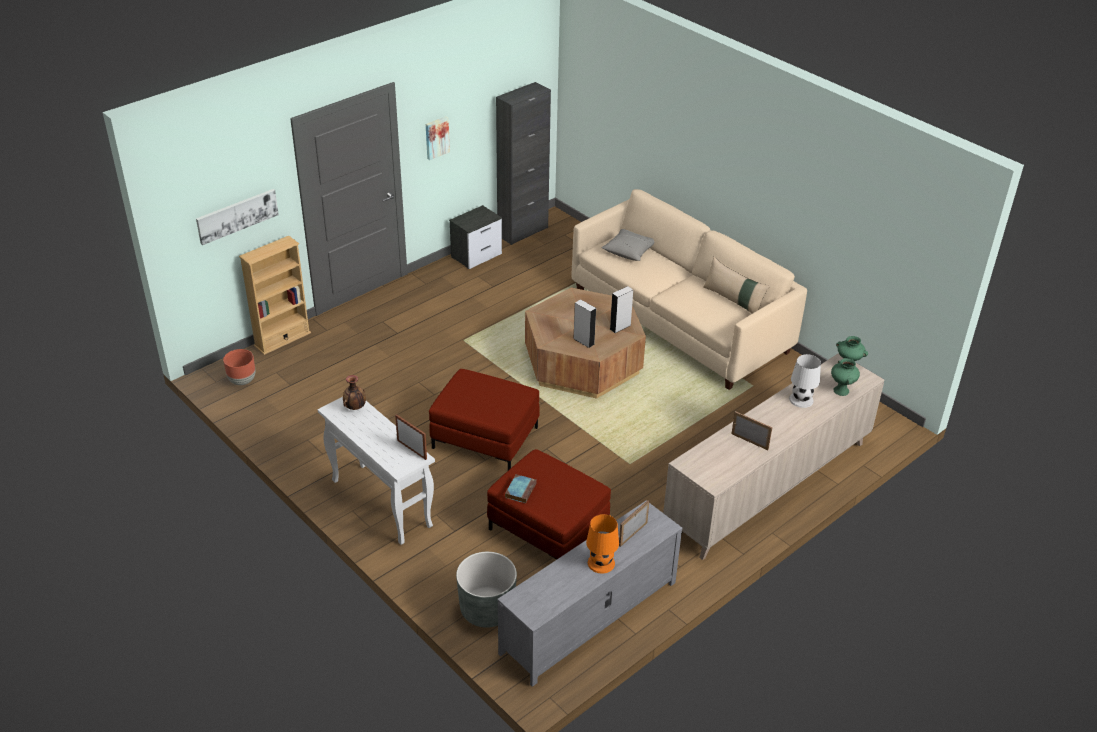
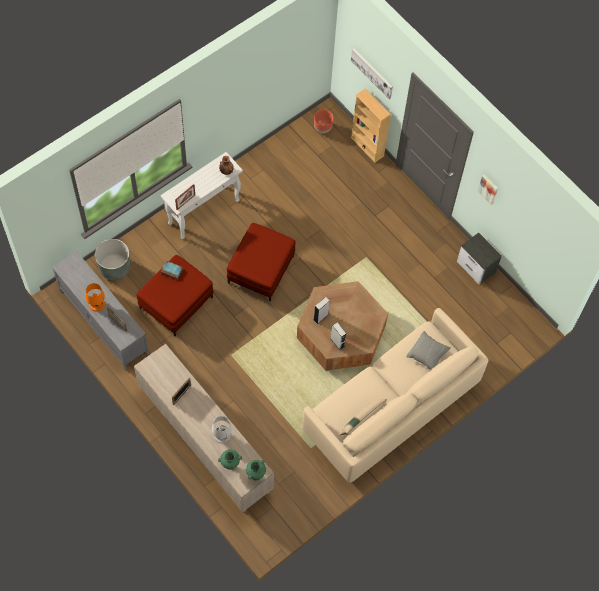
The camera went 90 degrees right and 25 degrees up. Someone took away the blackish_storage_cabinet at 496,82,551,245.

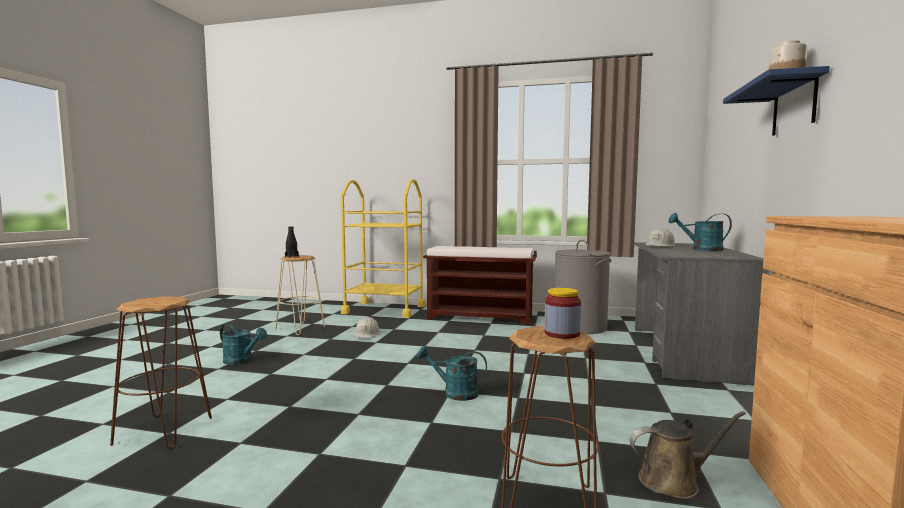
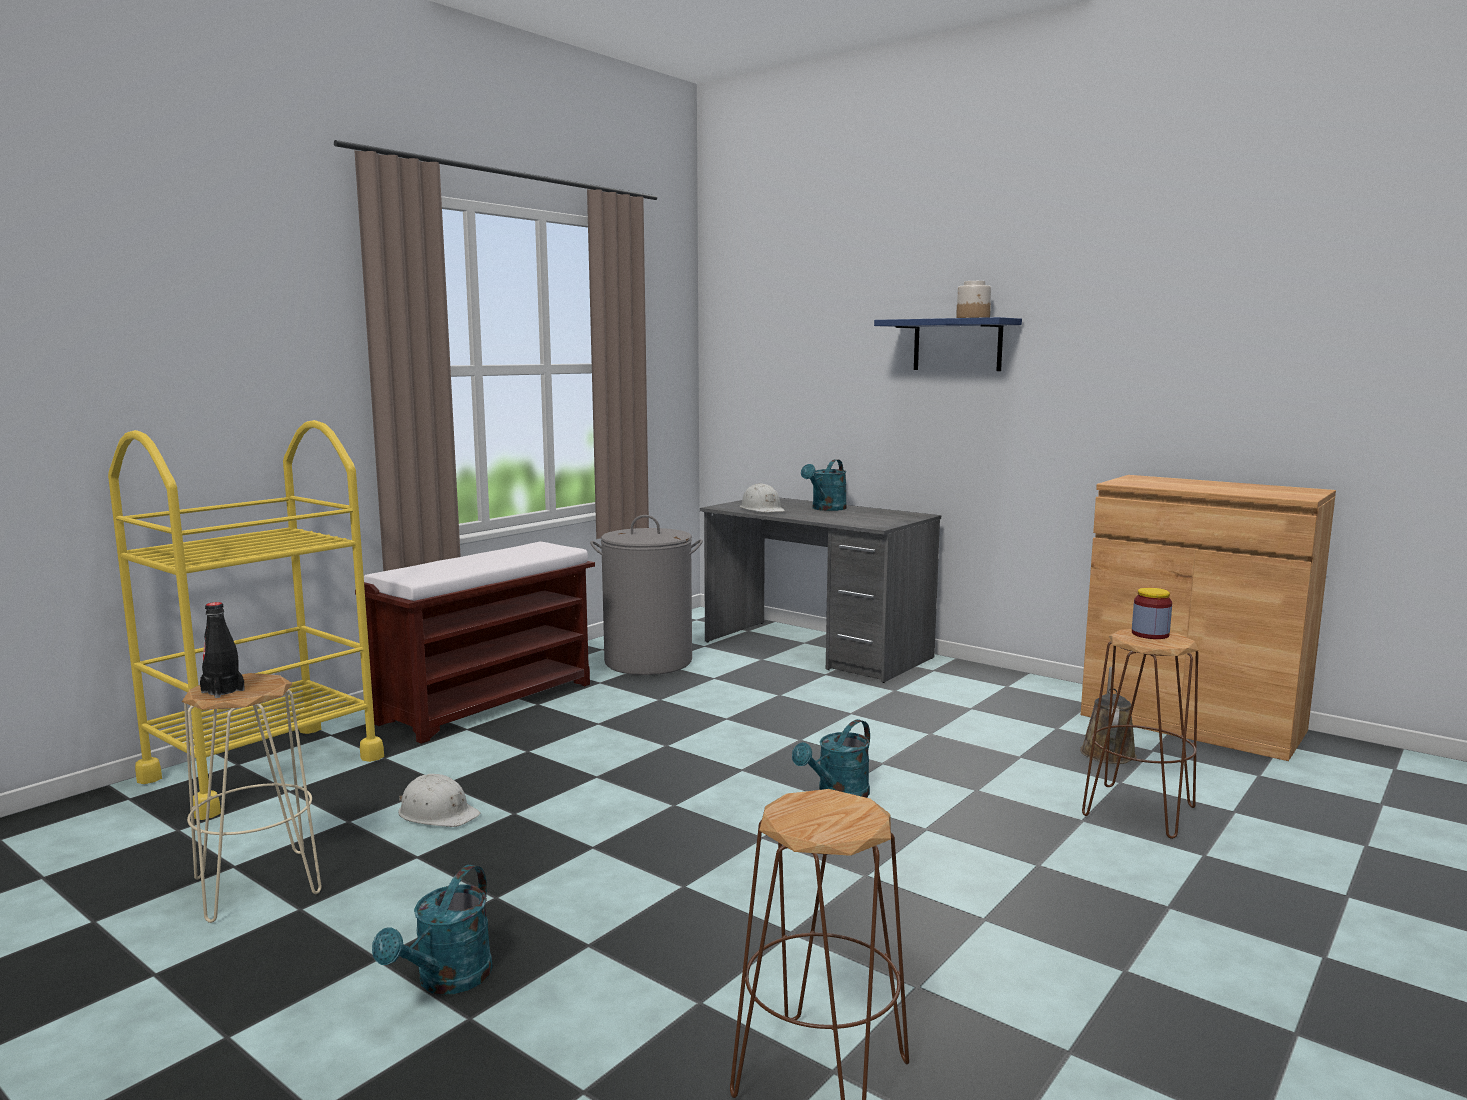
The camera went 65 degrees left and 5 degrees up. Someone rotated the turquoise-coloured_watering_pot at 220,323,267,365 by 150 degrees clockwise.

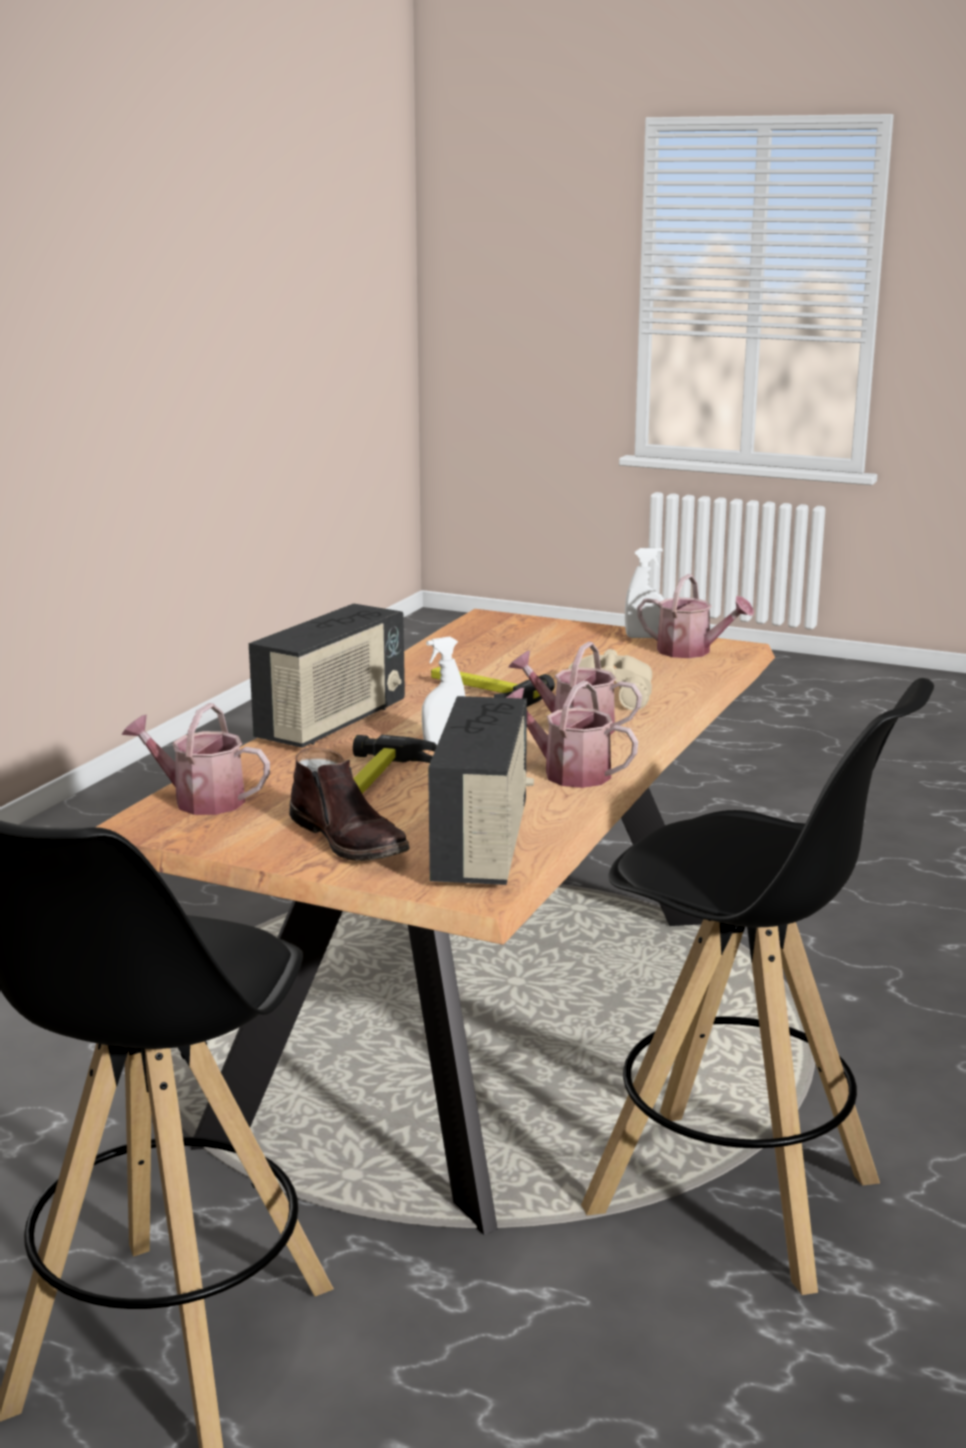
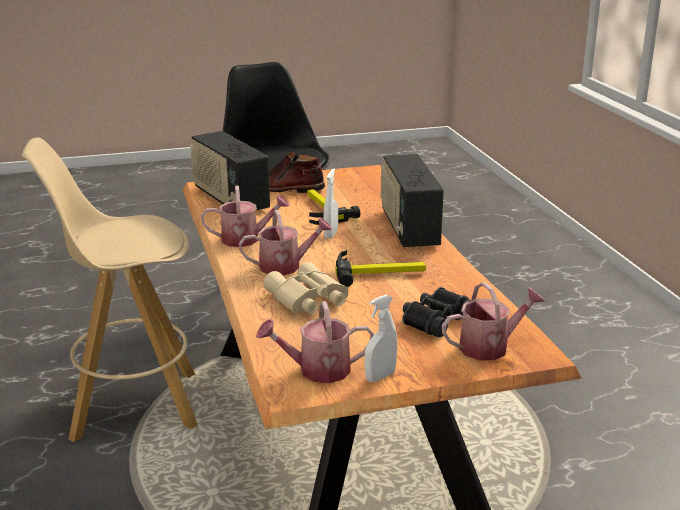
The camera went 140 degrees right and 5 degrees up. Someone repainted the blackish_stool at 581,678,934,1295, which became the sand-coloured_stool at 22,138,198,442. Someone put down the blackish_binoculars at 402,287,471,337. Someone carried the watering_pot from 122,703,270,815 to 442,282,545,361.

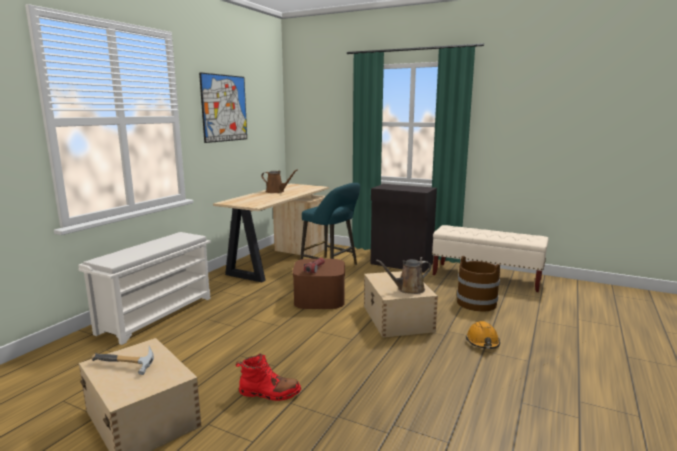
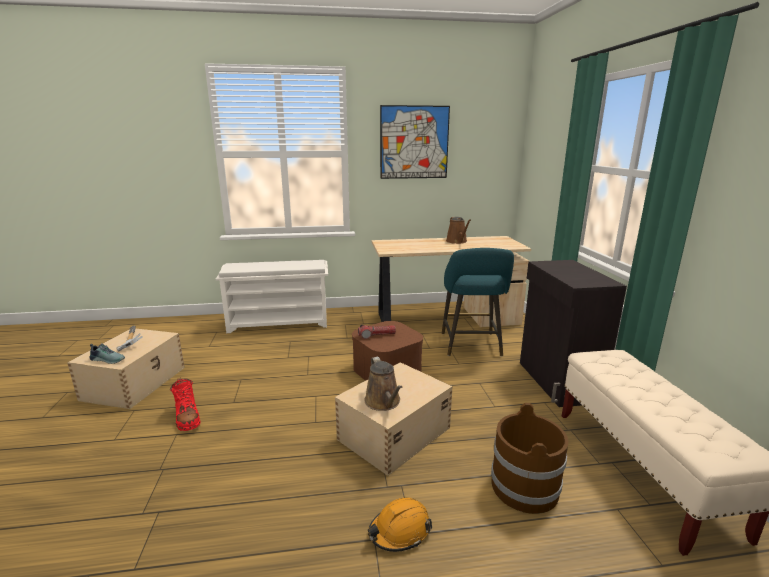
The camera went 55 degrees right and 5 degrees up. Someone put down the low_shoe at 89,343,125,364. Someone rotated the brown_watering_pot at 376,259,432,294 by 150 degrees counterclockwise.

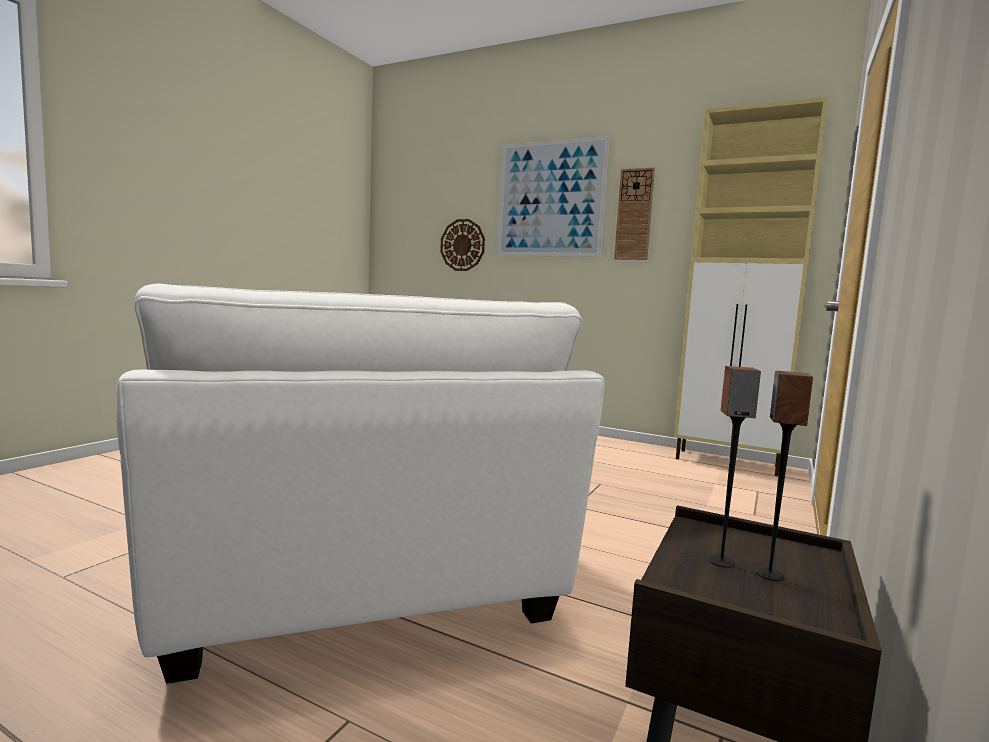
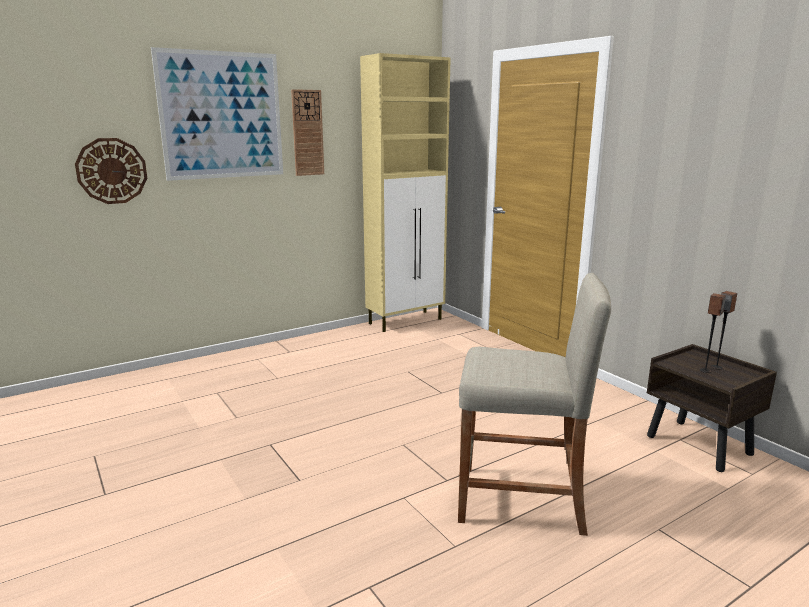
The camera went 60 degrees left and 10 degrees up. Someone swapped the white_lounge_chair at 116,283,604,684 for the sand-coloured_stool at 458,273,611,536.

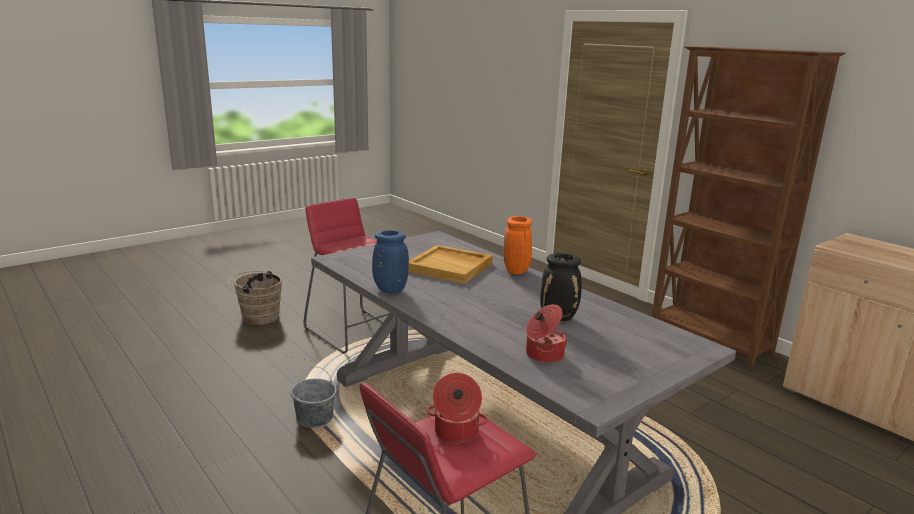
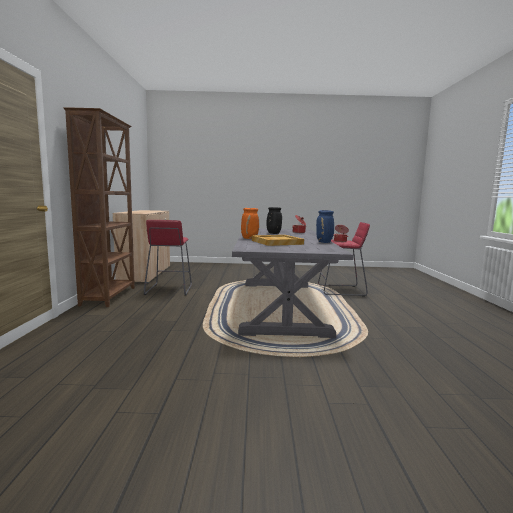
The camera went 140 degrees left and 10 degrees down. Someone carried the reddish_stool from 304,198,390,354 to 144,220,192,296. Someone took away the brown_pail at 229,271,282,325. Someone took away the greyish_pail at 290,367,337,428.

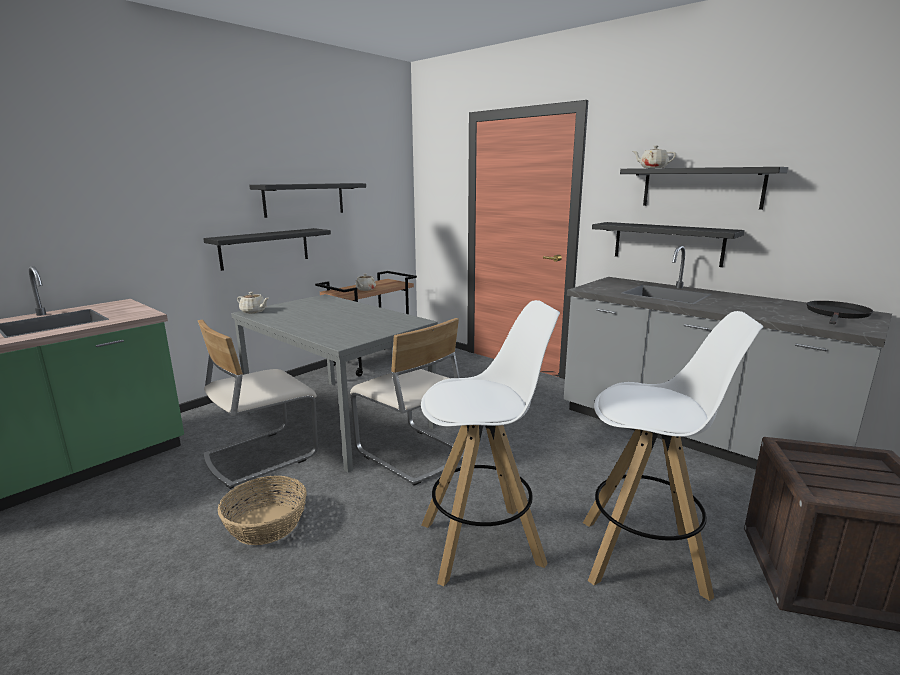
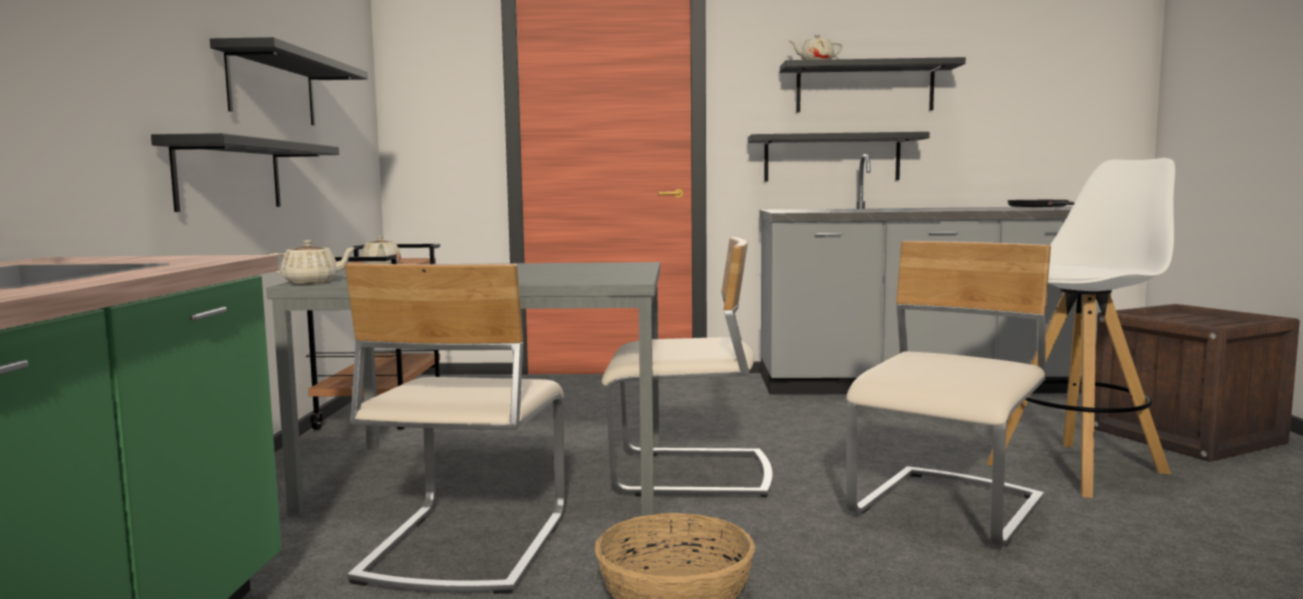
The camera went 40 degrees left and 10 degrees down. Someone swapped the white_stool at 421,300,560,586 for the sand-coloured_chair at 846,241,1051,546.

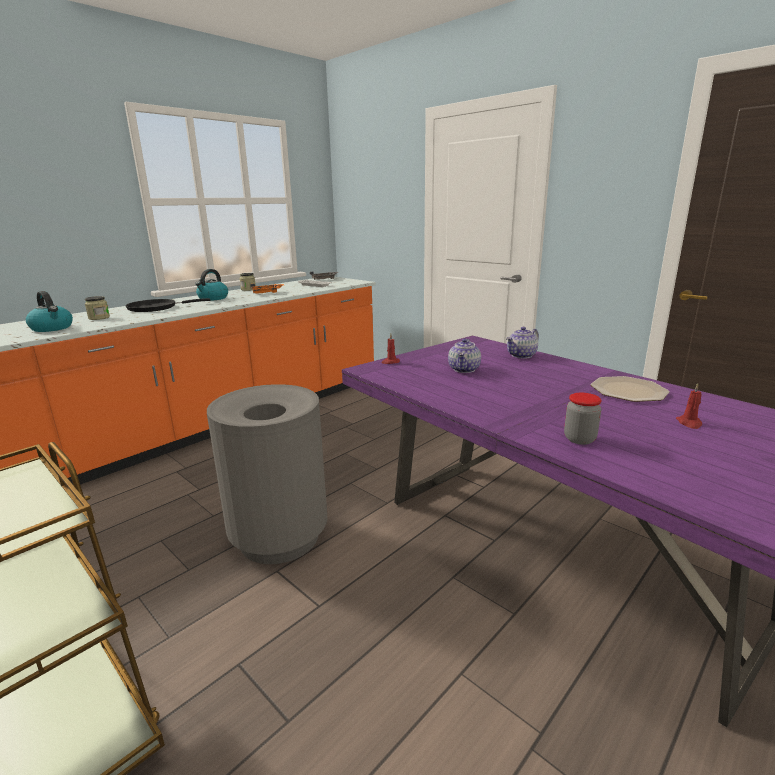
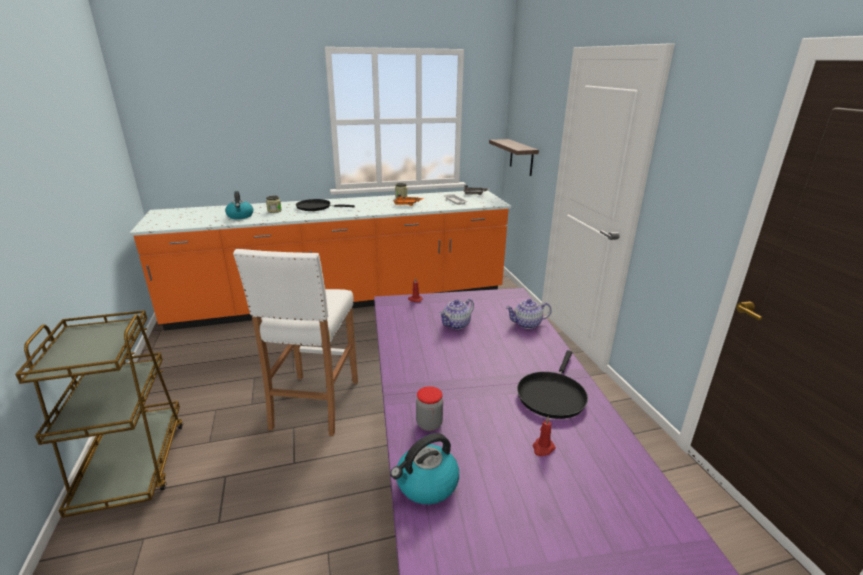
The camera went 30 degrees right and 5 degrees up. Someone swapped the greyish_rubbish_bin at 207,384,327,564 for the white_stool at 233,249,358,436. Someone carried the water_kettle from 195,269,228,301 to 390,433,459,505. Someone put up the bracket_shelf at 489,139,539,176. Someone swapped the dinner_plate at 590,376,669,402 for the blackish_skillet at 517,350,588,419.

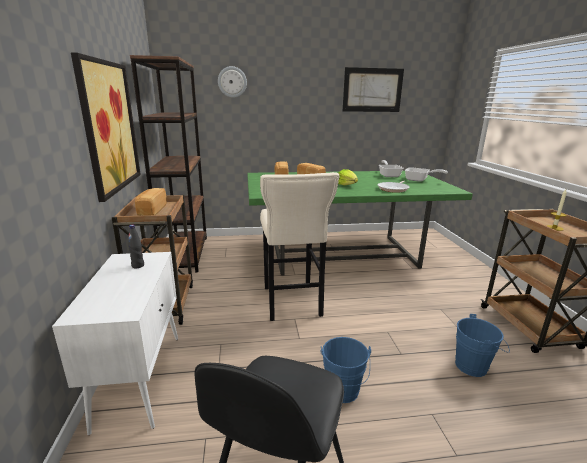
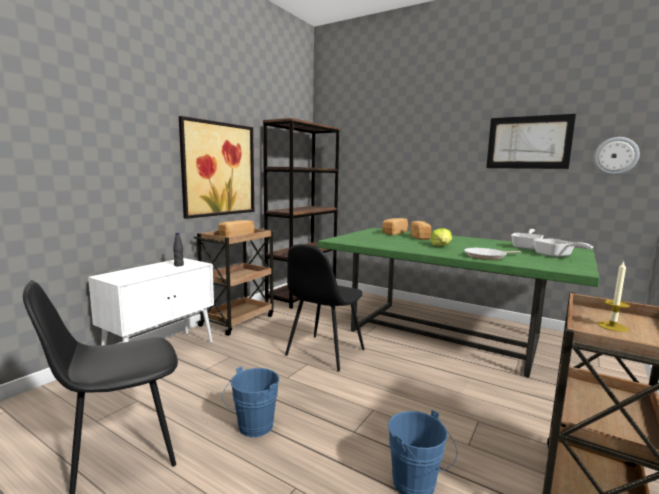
The camera went 40 degrees right and 10 degrees down. Someone swapped the sand-coloured_stool at 260,172,340,321 for the blackish_chair at 285,244,365,371. Someone carried the clock_on_the_wall from 218,66,247,98 to 593,137,640,175.

